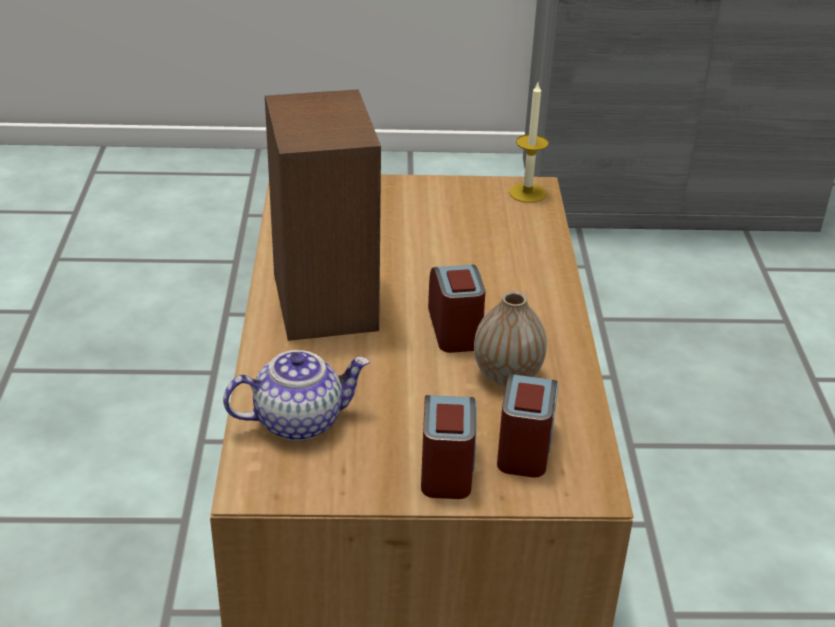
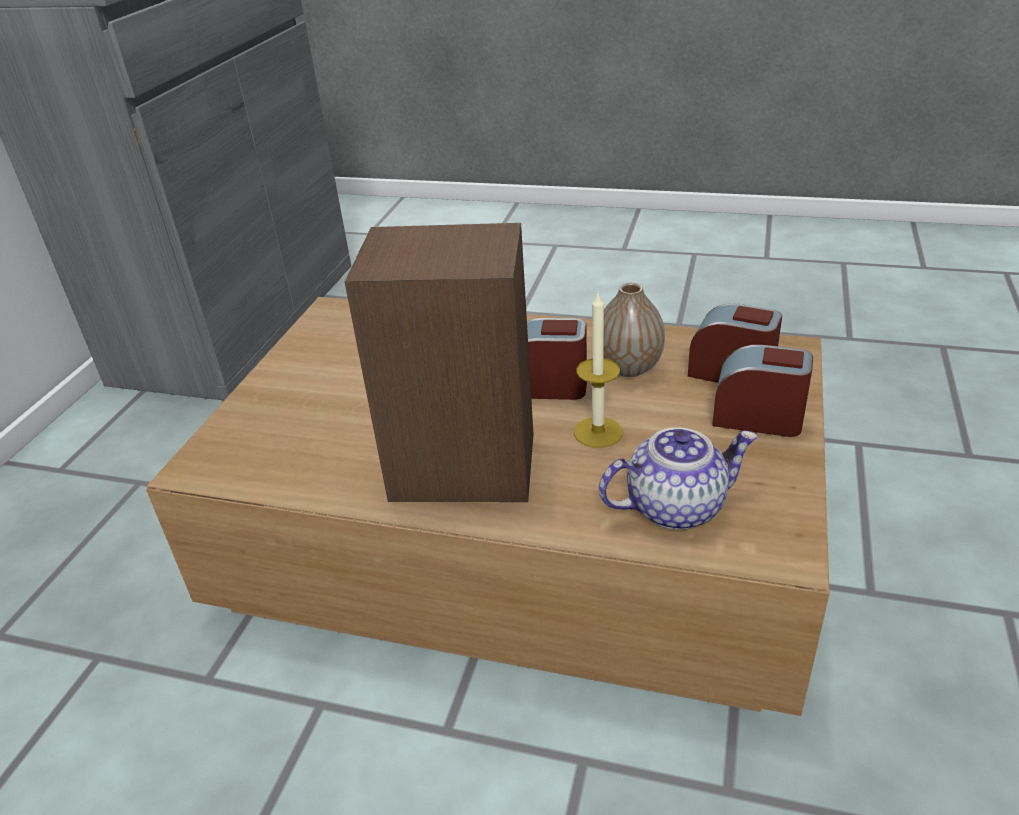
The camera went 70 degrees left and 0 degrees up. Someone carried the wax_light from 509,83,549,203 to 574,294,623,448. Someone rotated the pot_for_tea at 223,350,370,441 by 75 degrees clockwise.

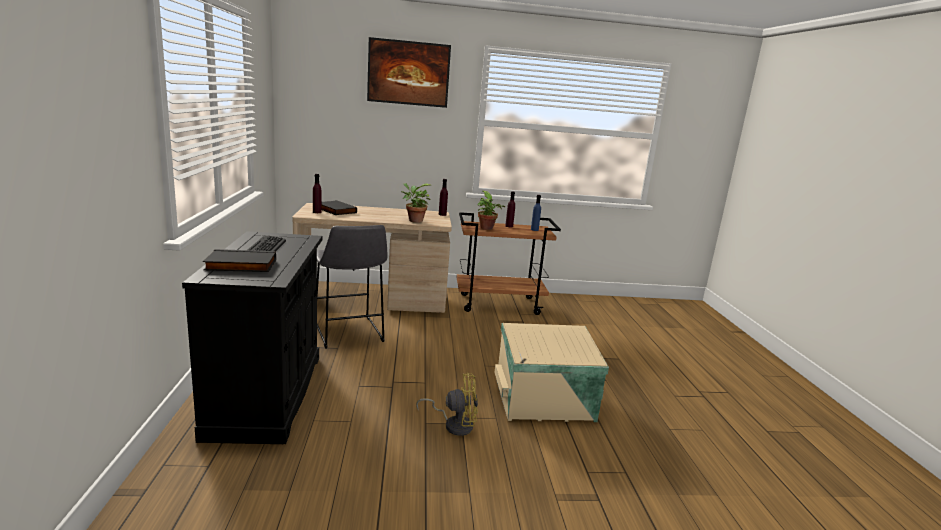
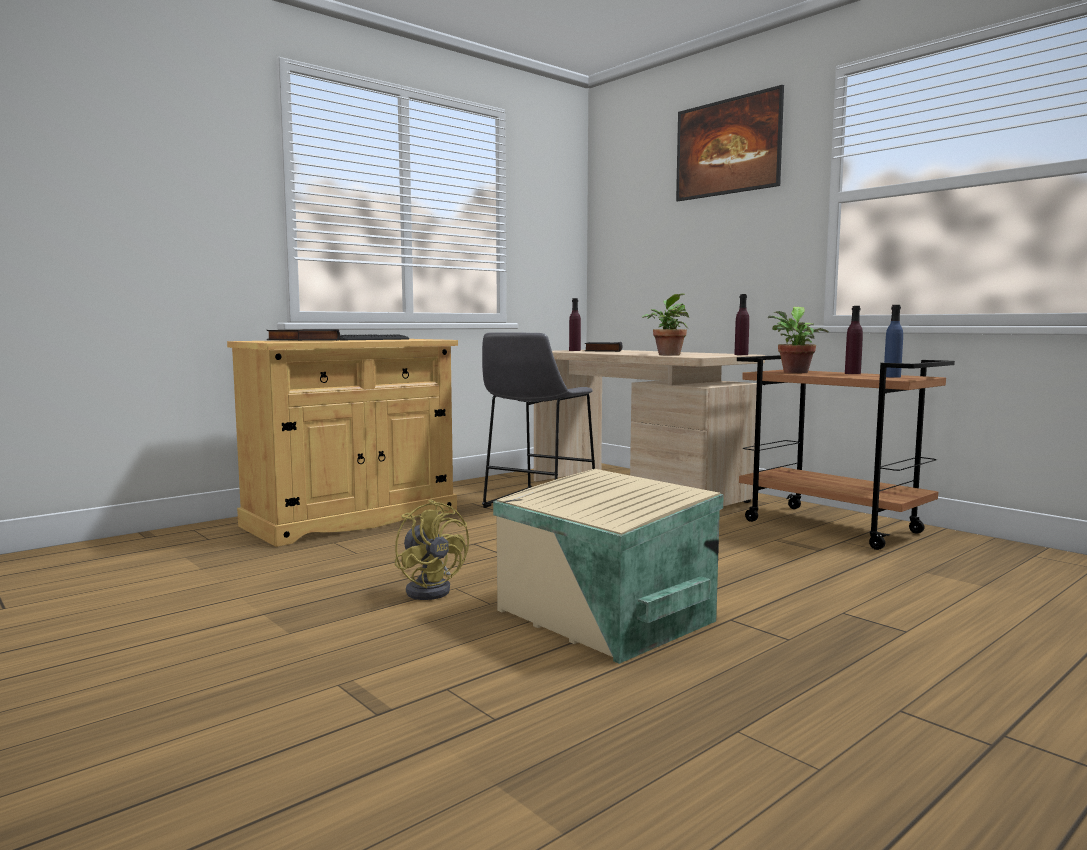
The camera went 55 degrees right and 10 degrees down. Someone repainted the blackish_storage_cabinet at 182,231,322,444, which became the sand-coloured_storage_cabinet at 227,339,458,547.

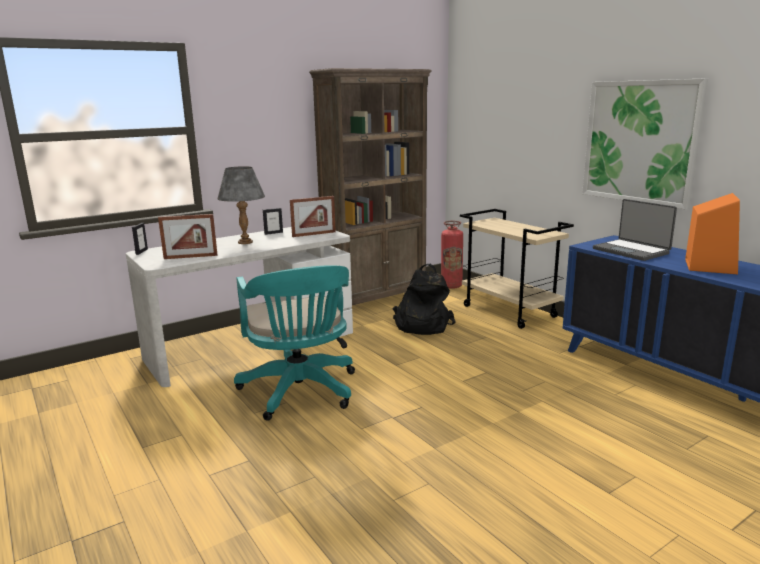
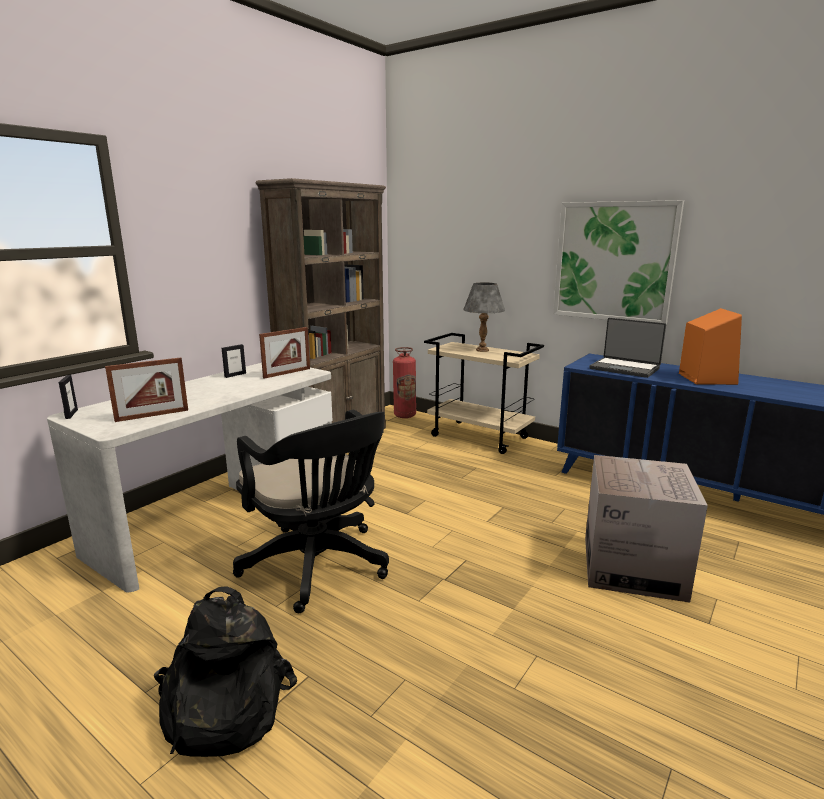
The camera went 20 degrees left and 0 degrees up. Someone carried the blackish_rucksack from 392,264,456,335 to 154,586,297,757. Someone repainted the turquoise-coloured_office_chair at 234,265,355,421, which became the blackish_office_chair at 233,410,389,613. Someone carried the greyish_lamp_for_a_table from 217,166,265,244 to 463,282,505,352. Someone put down the packing_box at 585,455,708,603.

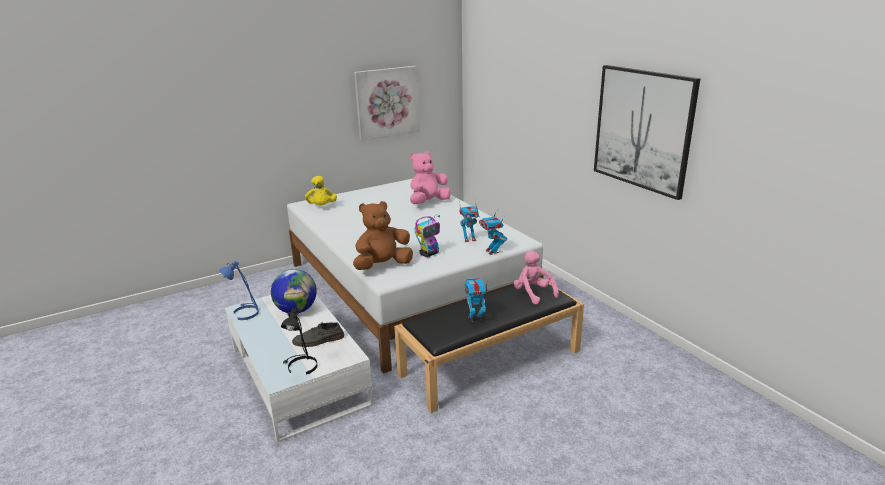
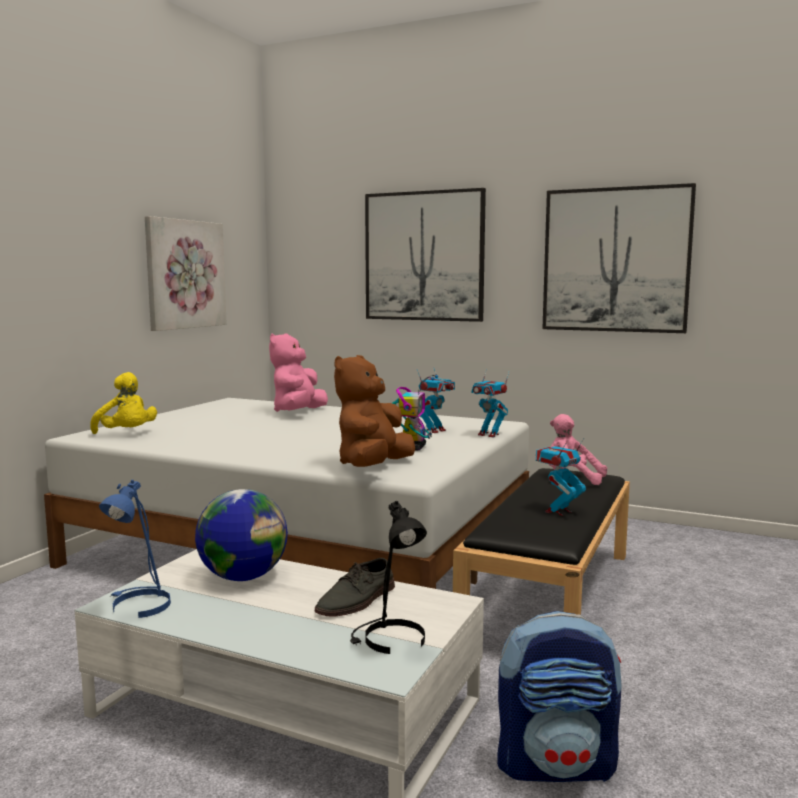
The camera went 35 degrees left and 15 degrees down. Someone put up the wall_art at 365,188,486,322. Someone put down the rucksack at 497,611,622,782.

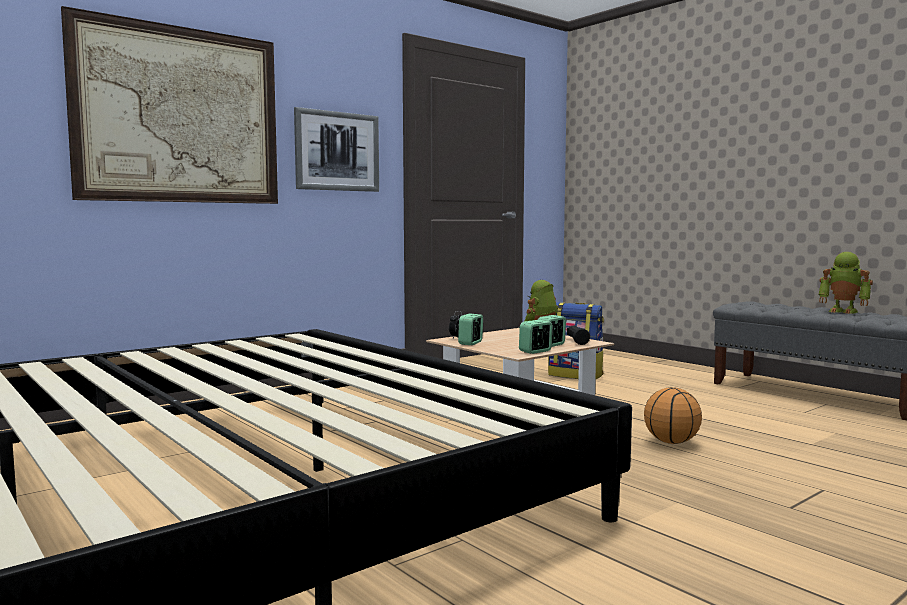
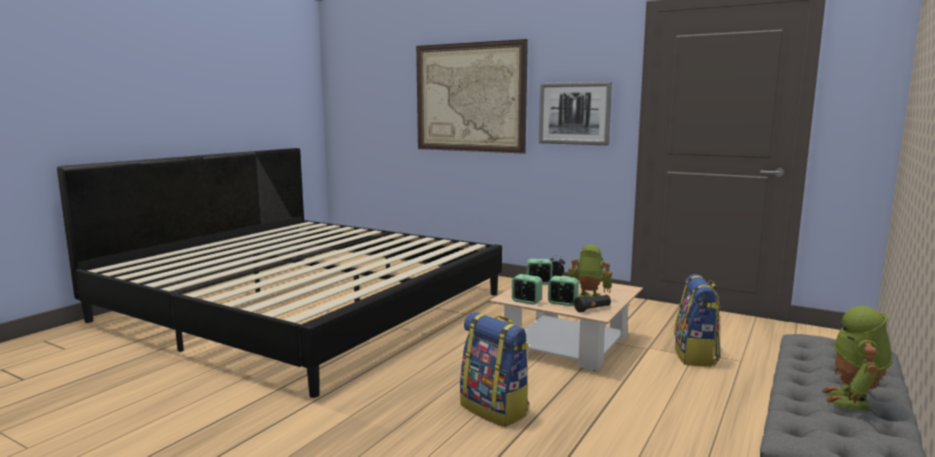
The camera went 70 degrees right and 5 degrees up. Someone swapped the ball_for_basketball at 644,387,702,444 for the rucksack at 460,312,529,427.

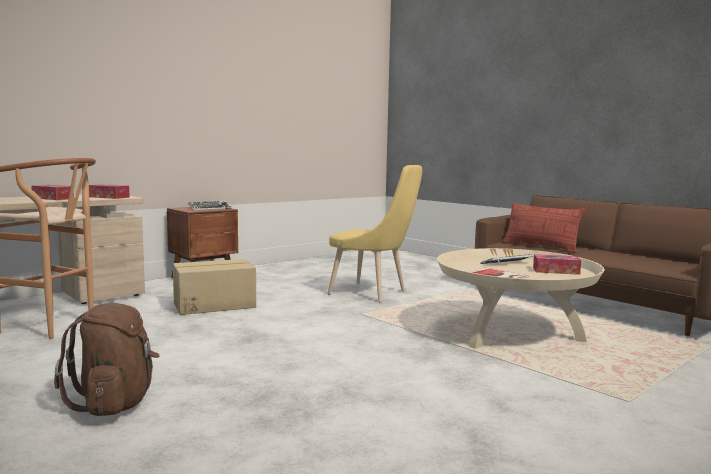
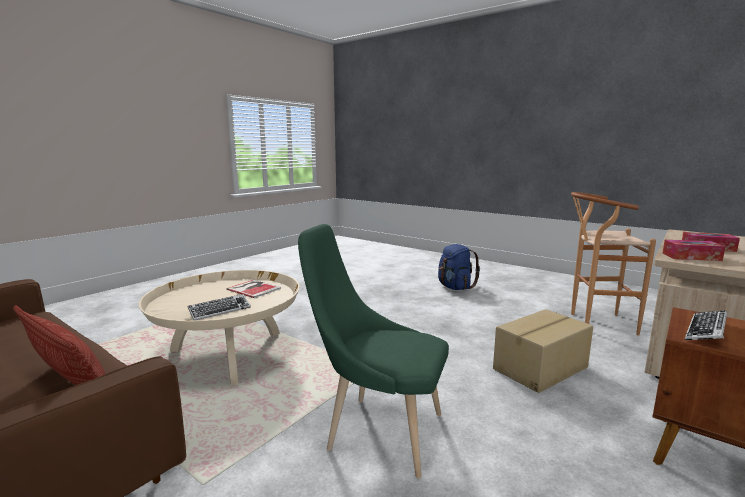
The camera went 170 degrees right and 5 degrees up. Someone repainted the yellow-coloured_chair at 328,165,422,302, which became the green_chair at 298,224,449,478. Someone repainted the brown_rucksack at 54,303,160,416, which became the blue-coloured_rucksack at 438,244,480,290. Someone took away the box_of_tissues at 533,254,581,275.

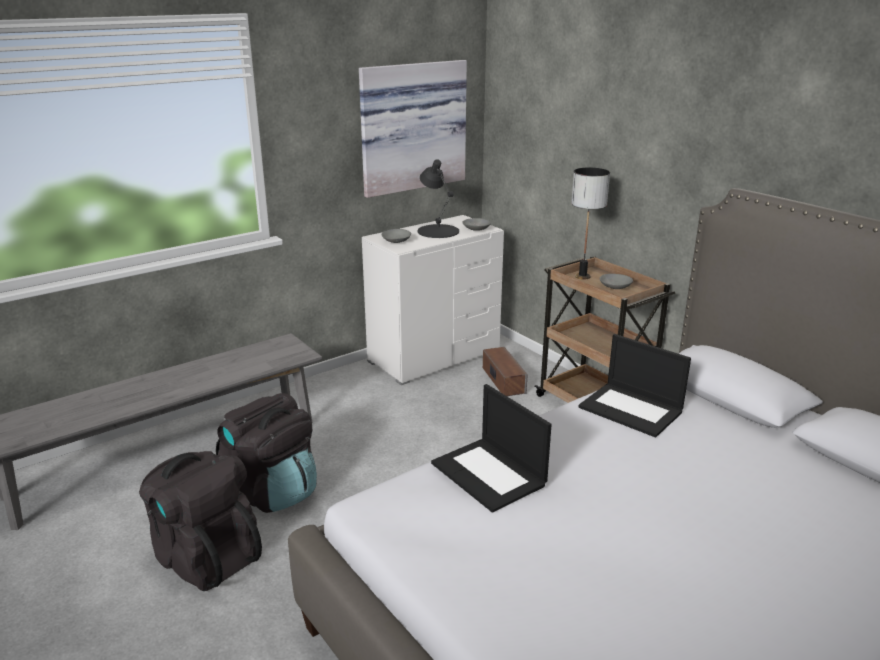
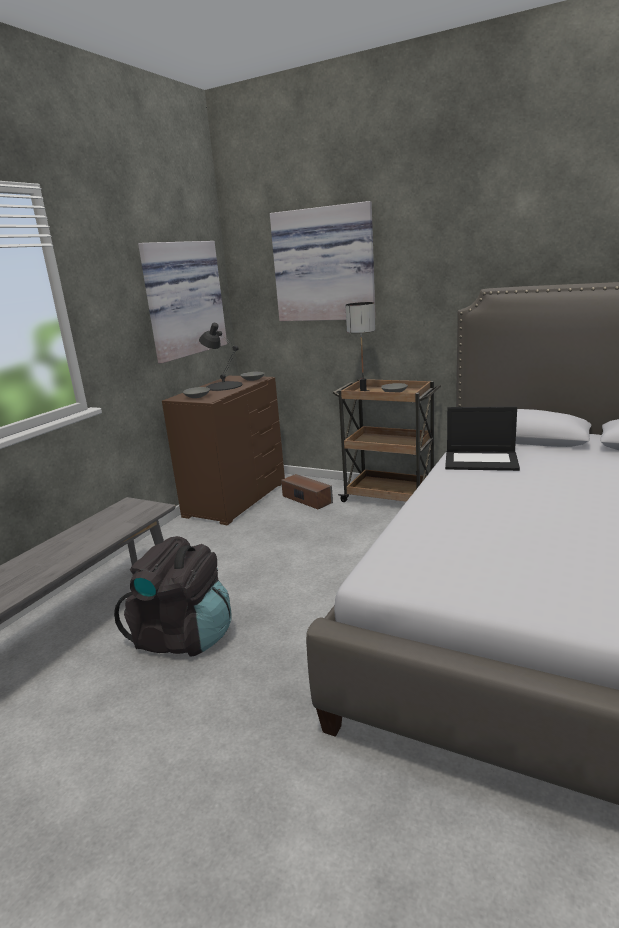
The camera went 25 degrees left and 5 degrees down. Someone repainted the white_dresser at 362,215,504,385, which became the brown_dresser at 162,376,285,525. Someone put up the wall_art at 270,201,376,321. Someone took away the blackish_rucksack at 139,451,262,591. Someone took away the portable_computer at 431,384,552,513.

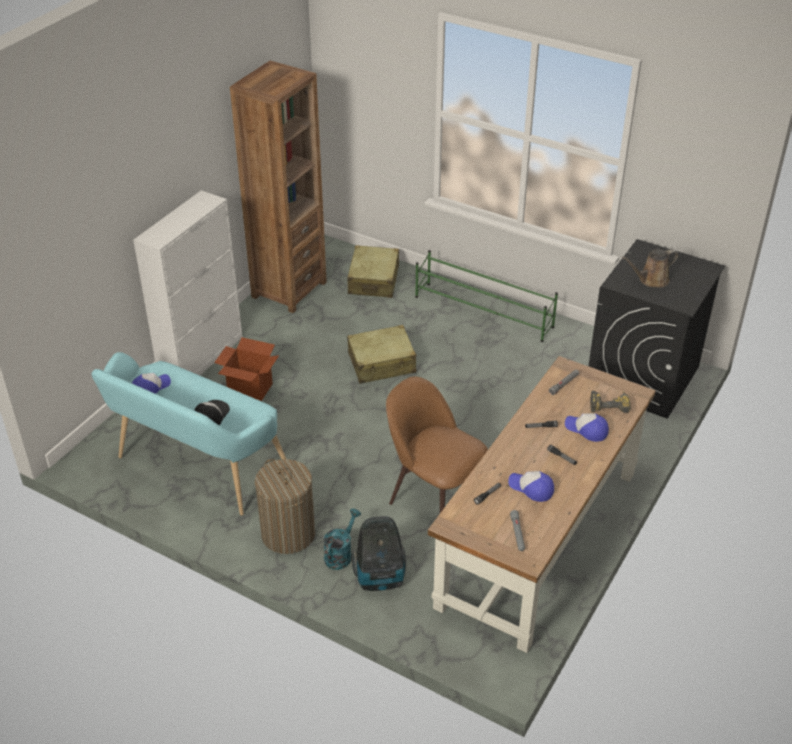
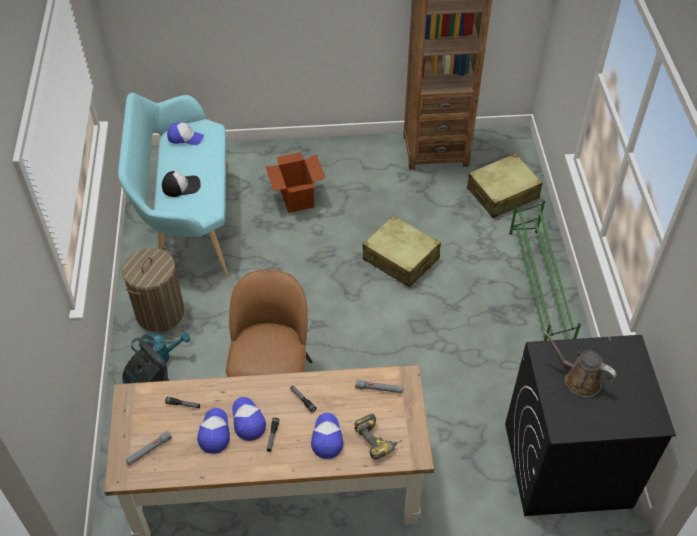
The camera went 55 degrees right and 10 degrees up. Someone put down the cap at 232,397,266,441. Someone took away the white_storage_cabinet at 133,190,243,375.

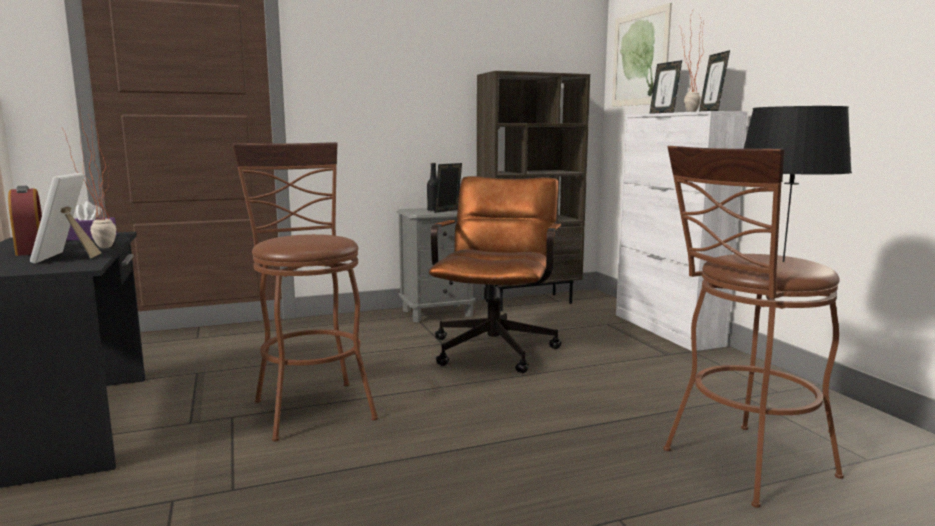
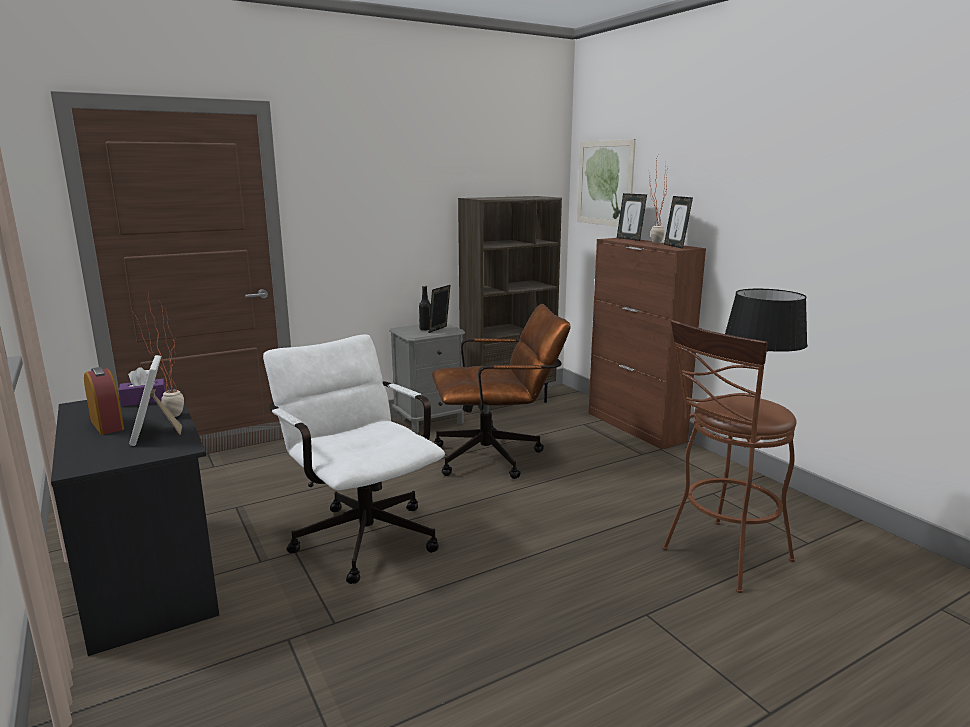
The camera went 10 degrees left and 5 degrees up. Someone swapped the brown_stool at 232,142,378,442 for the white_office_chair at 263,334,445,584. Someone rotated the brown_office_chair at 429,176,562,373 by 75 degrees clockwise. Someone repainted the white_storage_cabinet at 616,111,748,351, which became the brown_storage_cabinet at 588,238,706,449.

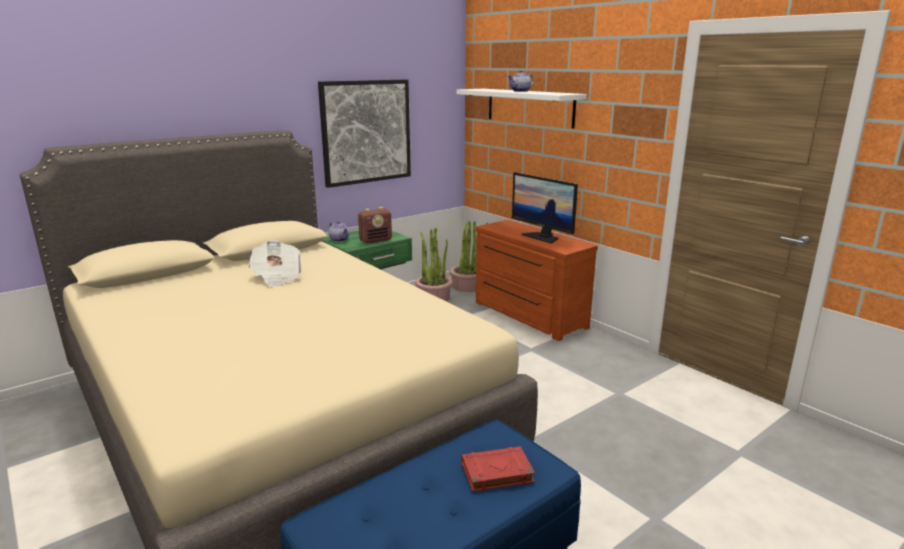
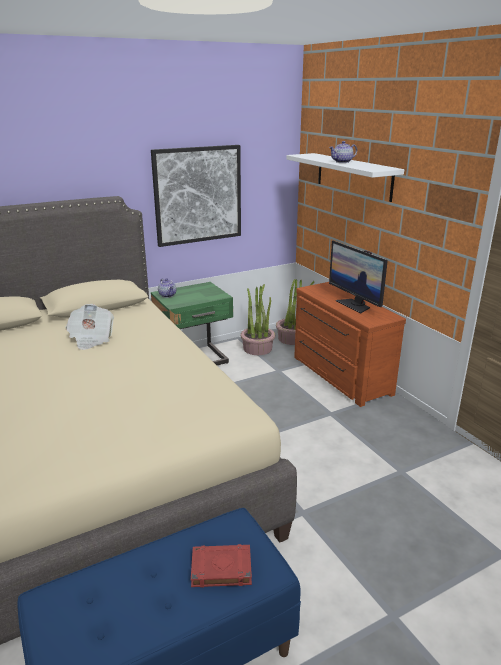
The camera went 10 degrees right and 5 degrees up. Someone took away the radio at 358,207,392,243.

